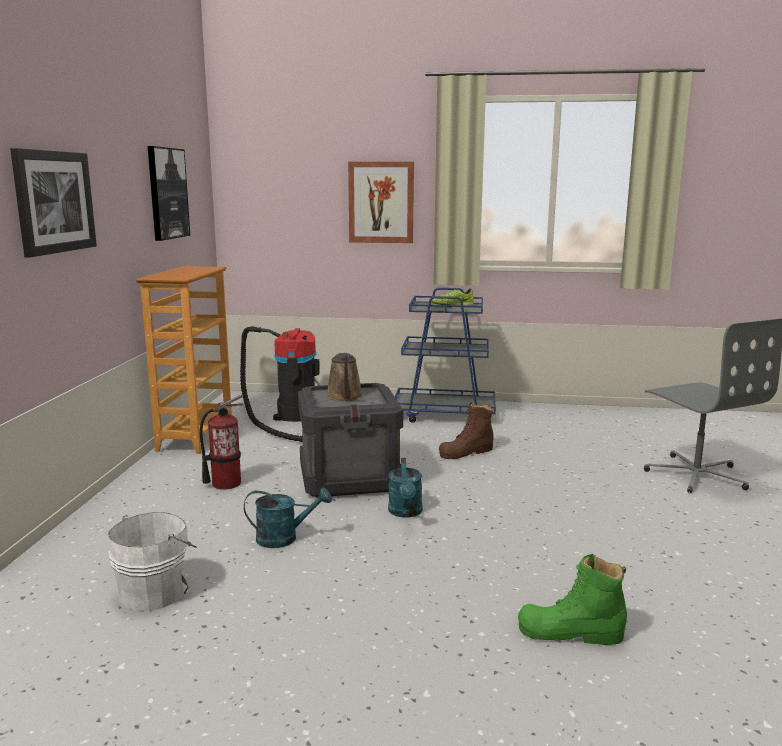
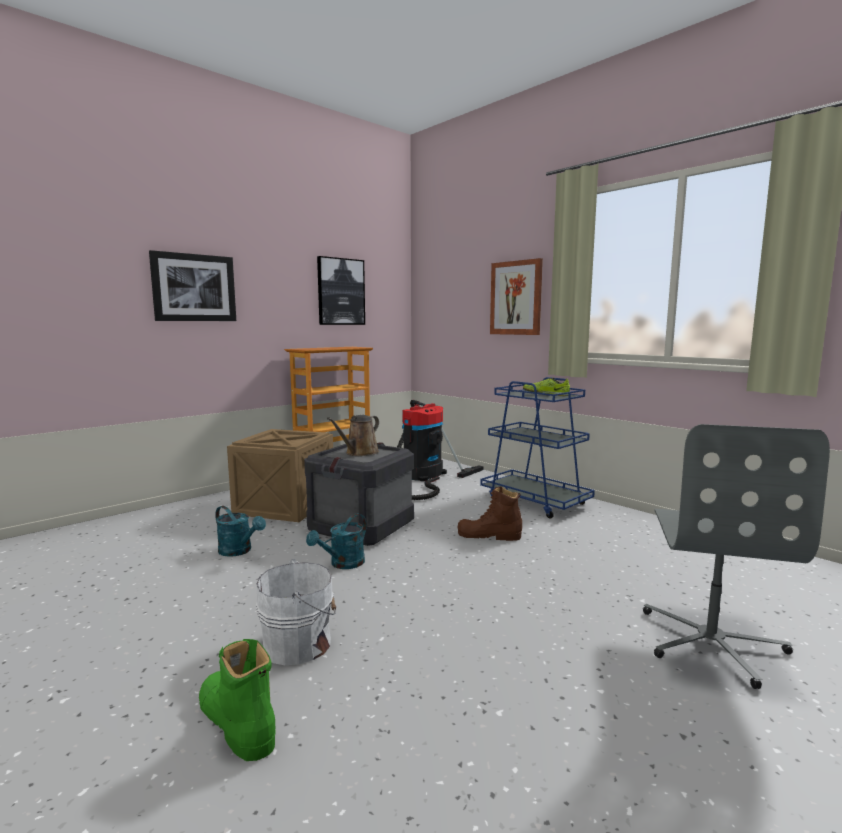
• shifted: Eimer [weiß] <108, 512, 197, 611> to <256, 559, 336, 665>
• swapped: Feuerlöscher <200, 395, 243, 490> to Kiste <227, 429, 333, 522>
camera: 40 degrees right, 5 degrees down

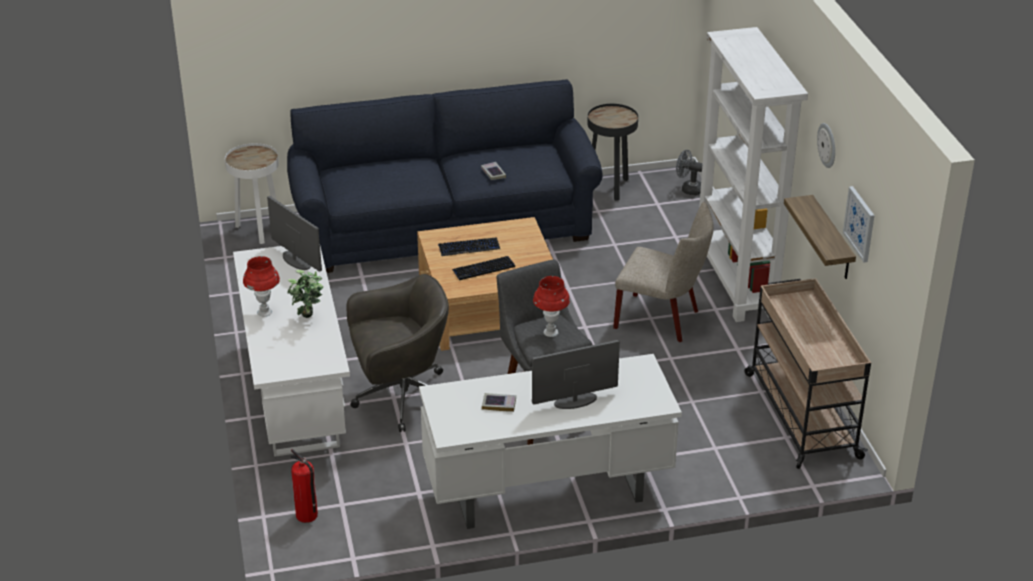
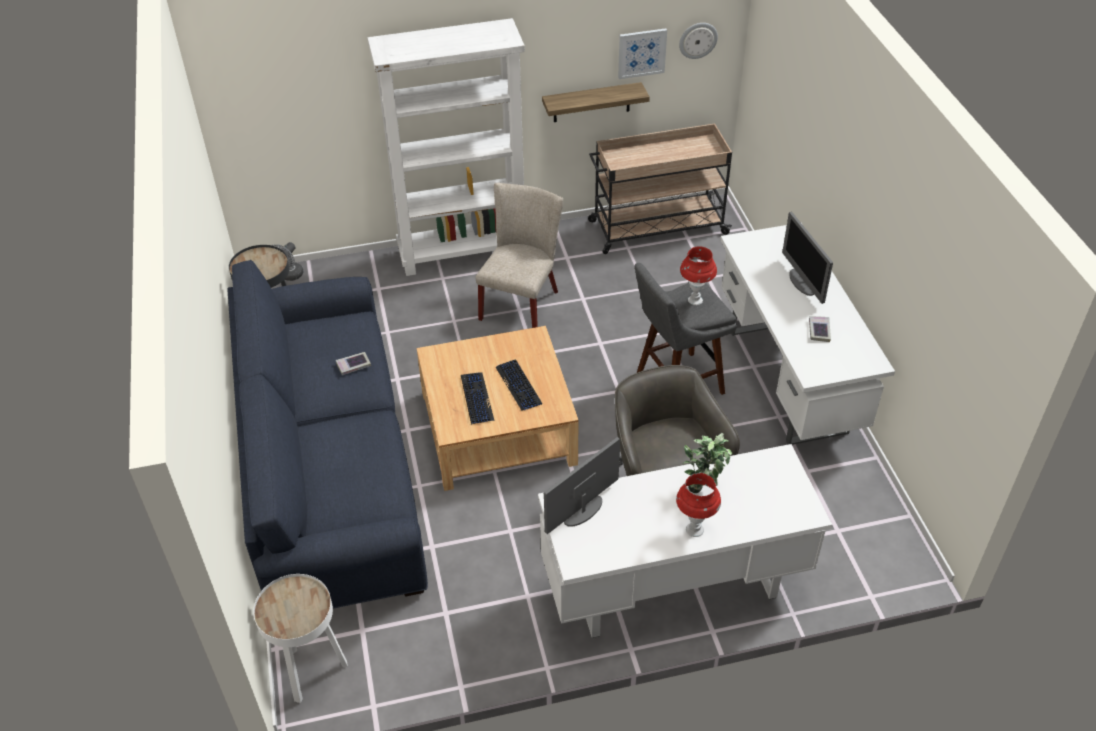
• gone: Feuerlöscher <291, 449, 318, 523>
• shifted: Wanduhr <817, 123, 835, 168> to <679, 23, 718, 59>
camera: 90 degrees left, 10 degrees up

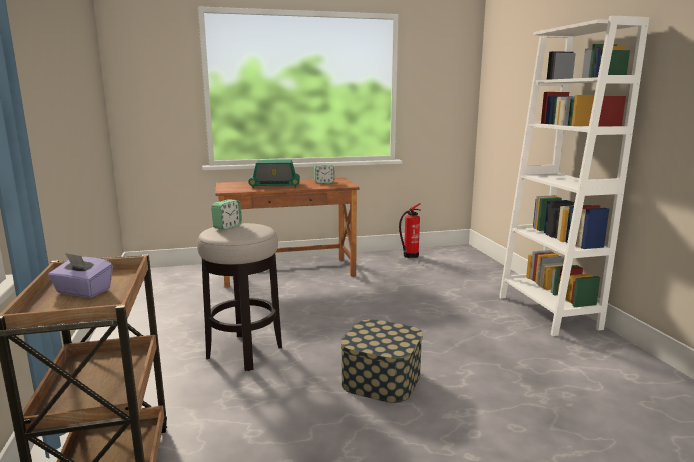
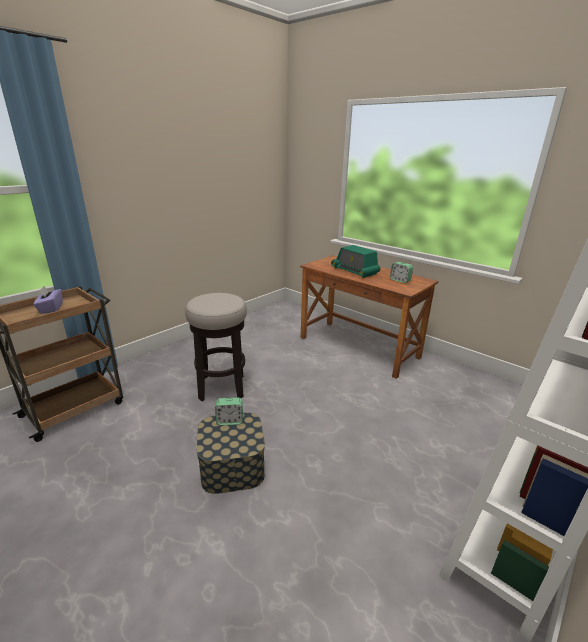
• gone: Feuerlöscher <399, 203, 421, 258>
• shifted: Wecker <211, 199, 242, 230> to <215, 398, 243, 425>
camera: 55 degrees right, 10 degrees up

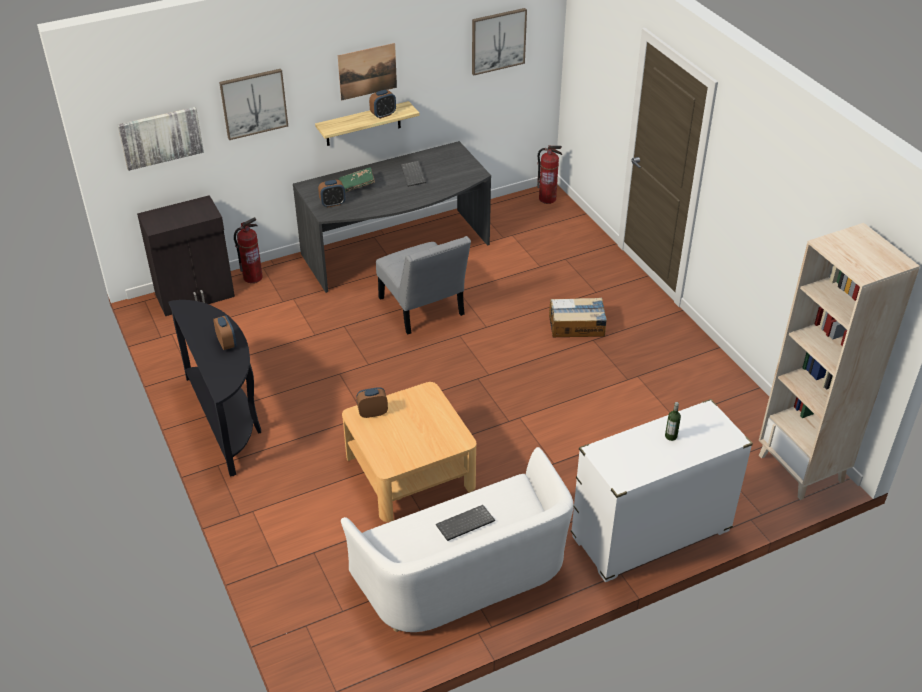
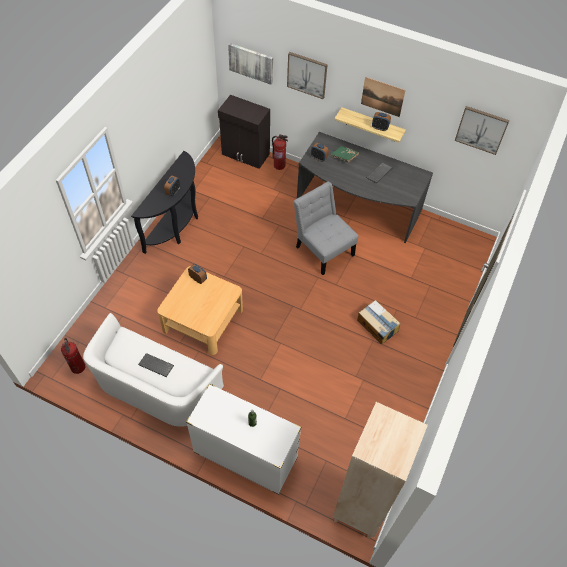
• shifted: Feuerlöscher <537, 145, 562, 204> to <61, 338, 85, 374>
• rotated: Stuhl [grau] <376, 236, 471, 334> = <294, 182, 358, 275> 120 degrees clockwise
camera: 50 degrees right, 15 degrees up

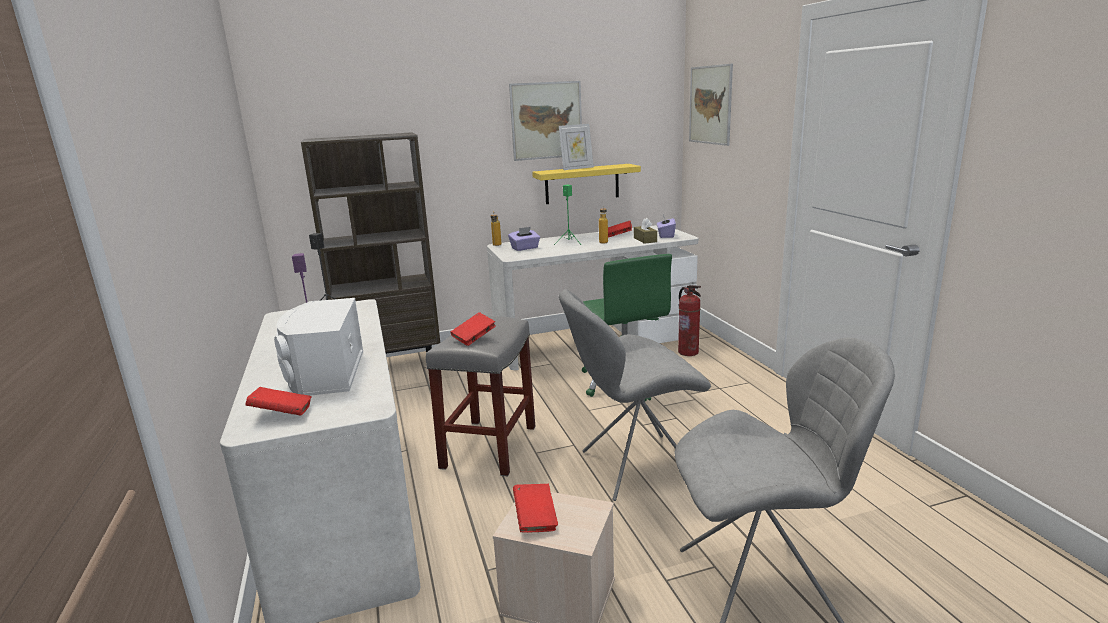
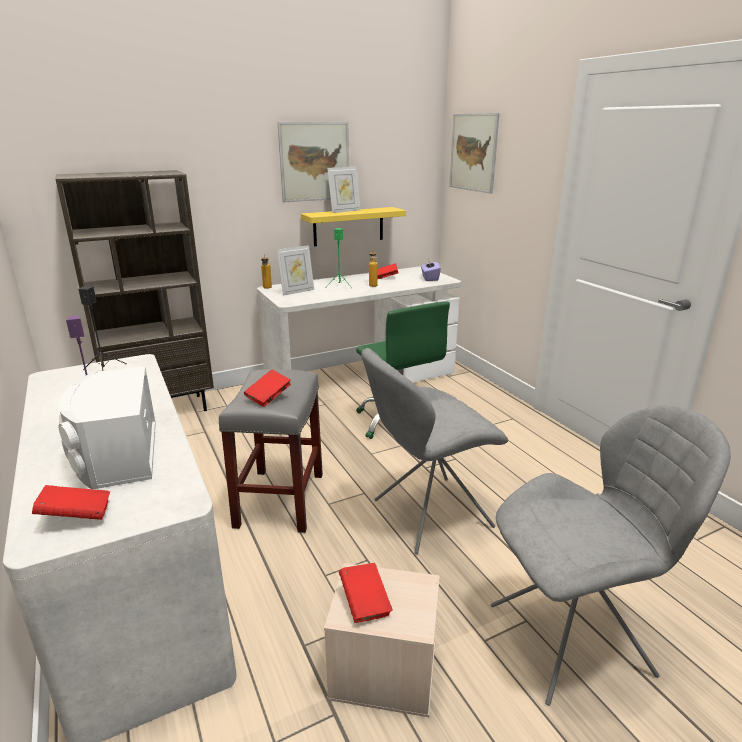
• gone: Taschentuchbox [braun] <634, 218, 657, 244>
• gone: Feuerlöscher <678, 285, 701, 356>
• swapped: Taschentuchbox [lila] <508, 227, 540, 251> to Bilderrahmen <277, 245, 314, 296>
camera: 10 degrees left, 5 degrees up

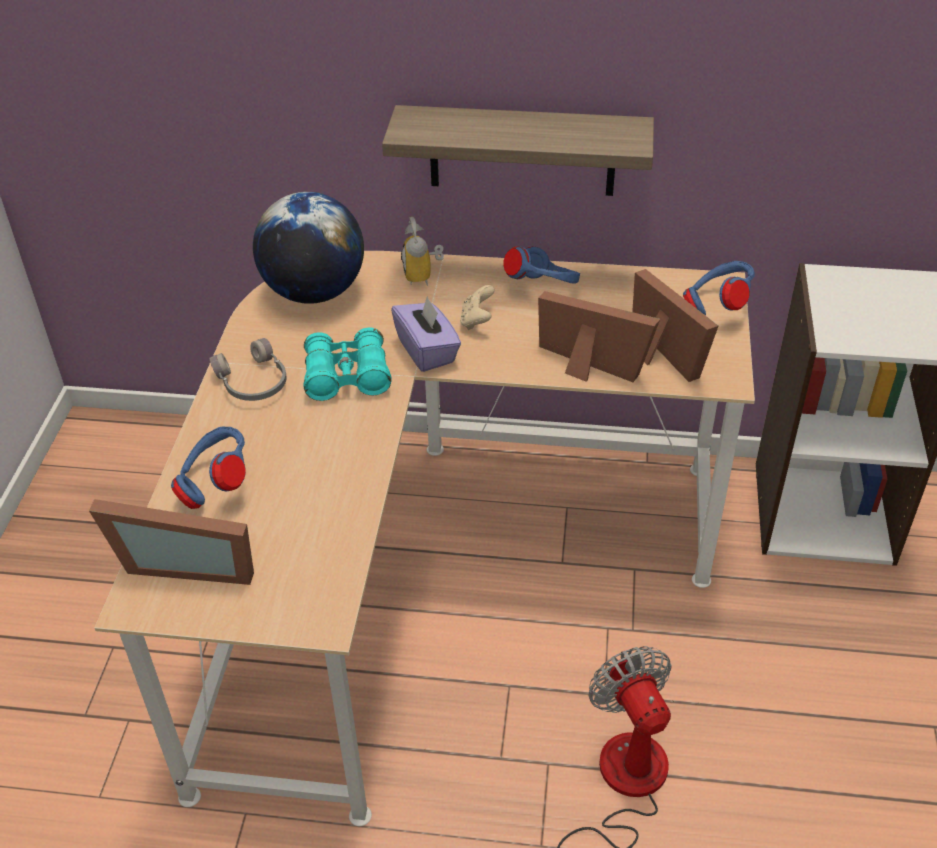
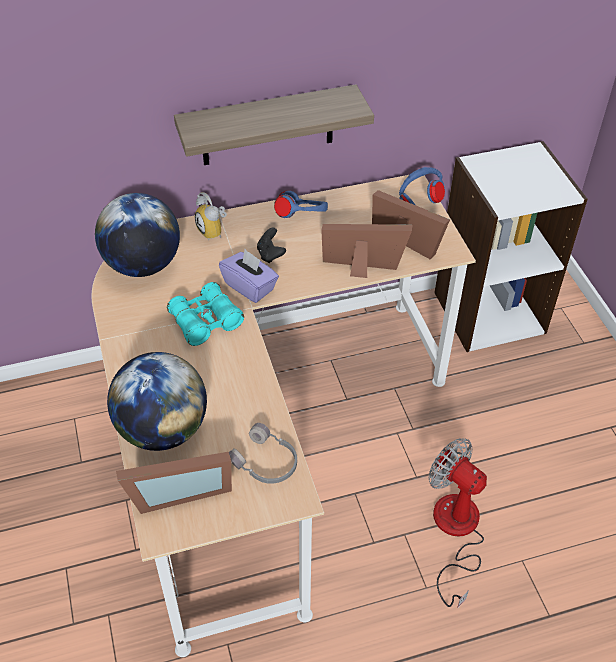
• shifted: Kopfhörer [grau] <209, 338, 287, 401> to <229, 423, 297, 484>
• swapped: Kopfhörer [blau] <171, 427, 246, 509> to Globus <107, 352, 207, 451>
• repainted: Gamepad [beige] <460, 285, 495, 330> to Gamepad [schwarz] <257, 228, 286, 263>
camera: 25 degrees left, 5 degrees up

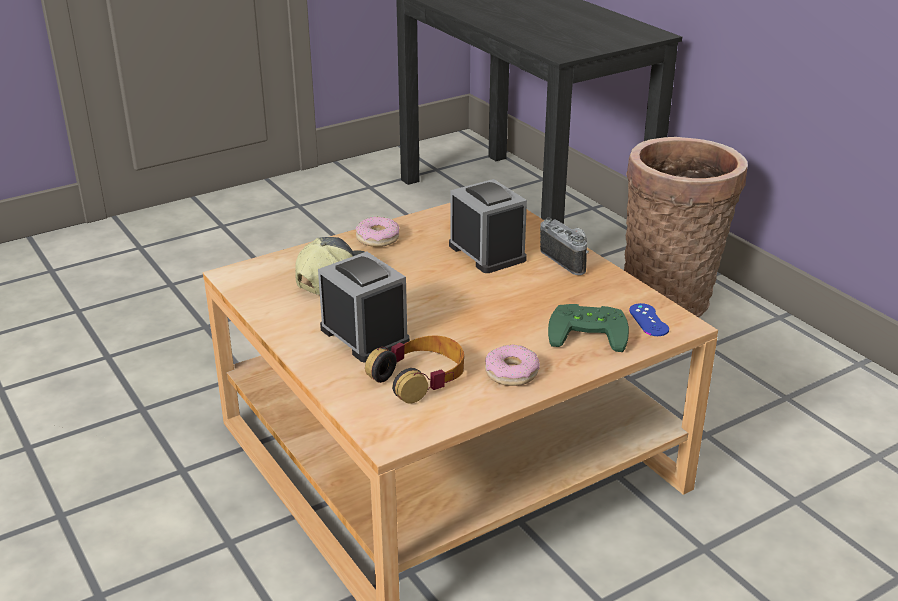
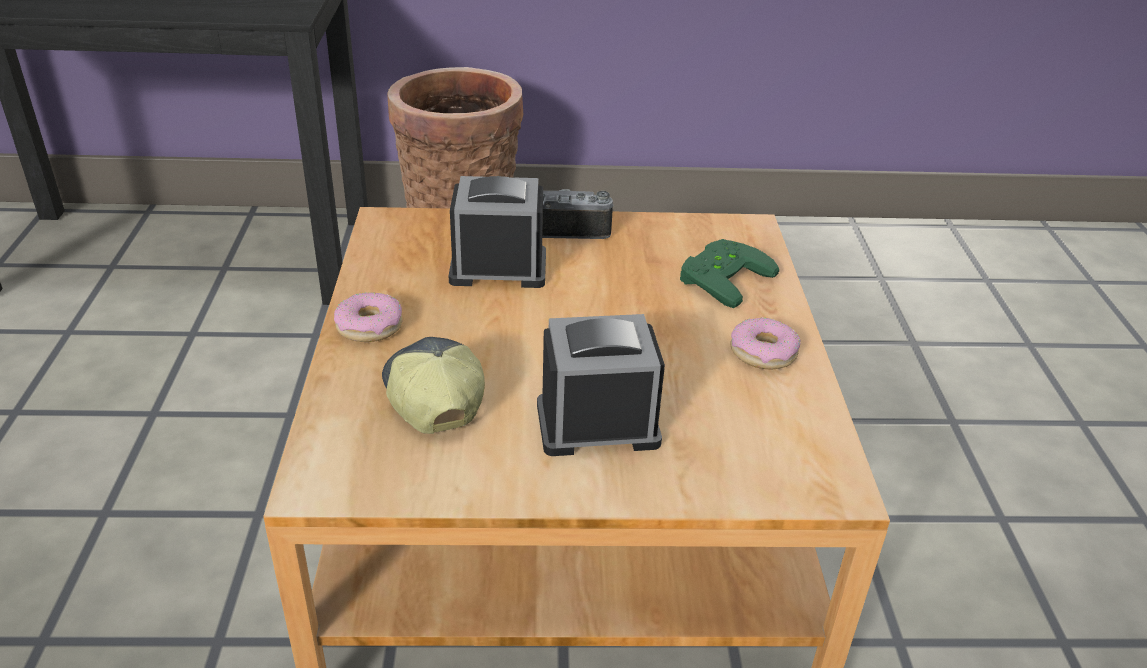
• gone: Kopfhörer <365, 335, 464, 403>
• gone: Gamepad [blau] <629, 303, 669, 336>
camera: 60 degrees left, 5 degrees up

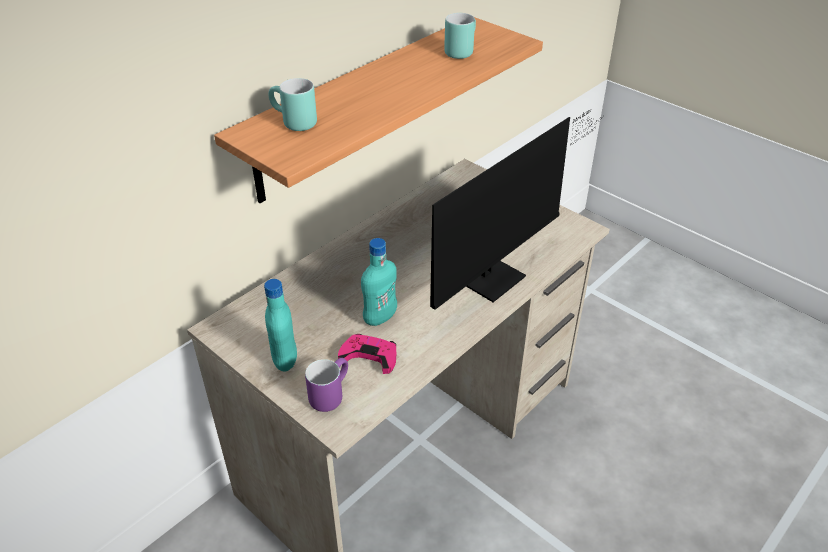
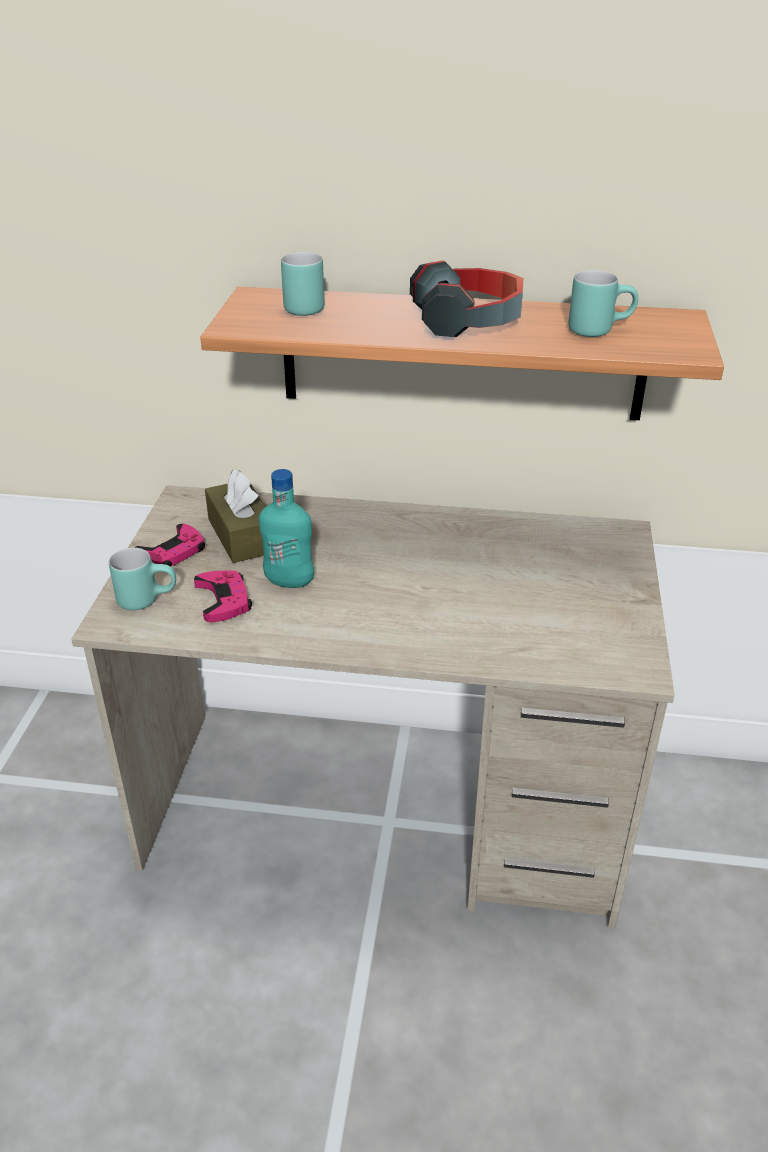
• gone: Monitor <430, 109, 602, 310>
• new: Taschentuchbox [braun] <205, 469, 266, 563>
• new: Kopfhörer <410, 260, 524, 337>
• swapped: Flasche [türkis] <264, 279, 297, 372> to Gamepad [rosa] <134, 523, 205, 567>
• repainted: Henkelbecher [lila] <305, 358, 348, 412> to Henkelbecher [türkis] <109, 548, 176, 610>
camera: 55 degrees right, 5 degrees down

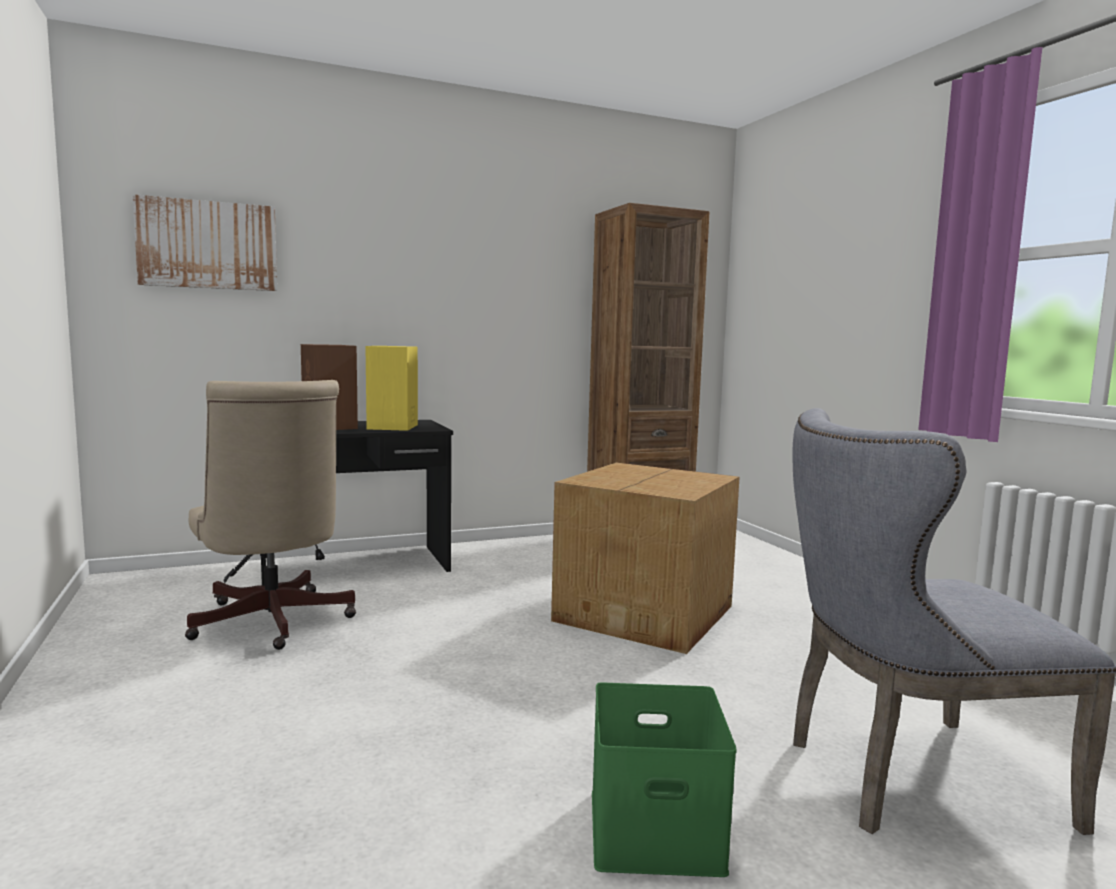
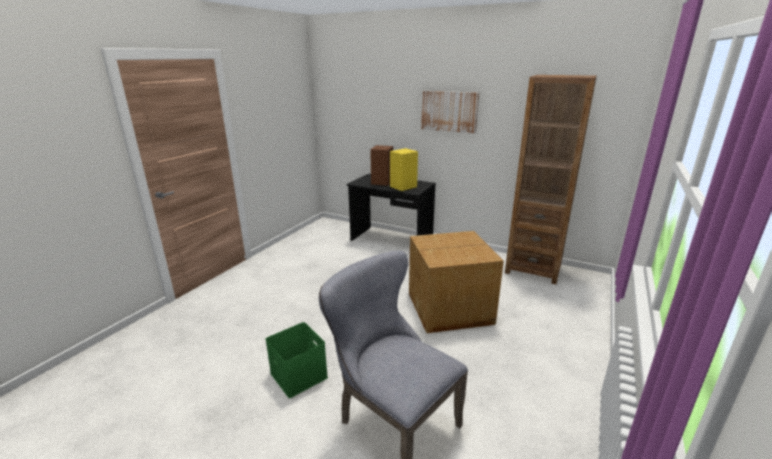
• gone: Bürostuhl [beige] <185, 380, 356, 650>
• shifted: Bild <133, 194, 277, 291> to <421, 91, 479, 133>
camera: 50 degrees right, 15 degrees up

